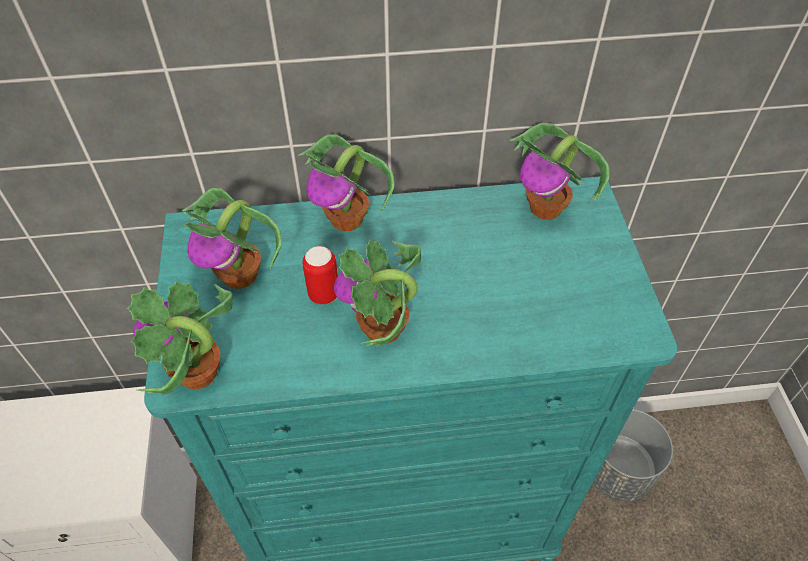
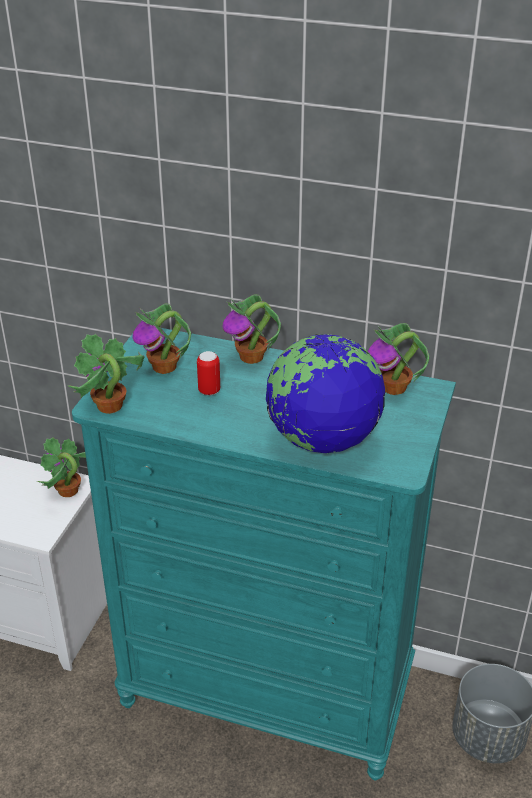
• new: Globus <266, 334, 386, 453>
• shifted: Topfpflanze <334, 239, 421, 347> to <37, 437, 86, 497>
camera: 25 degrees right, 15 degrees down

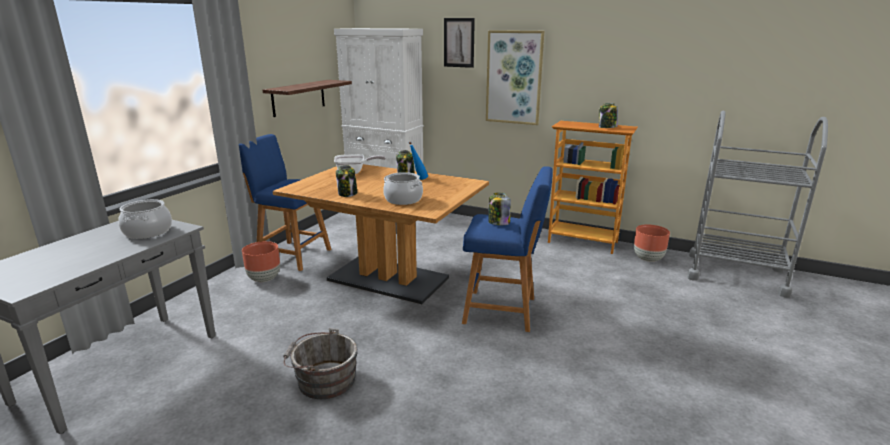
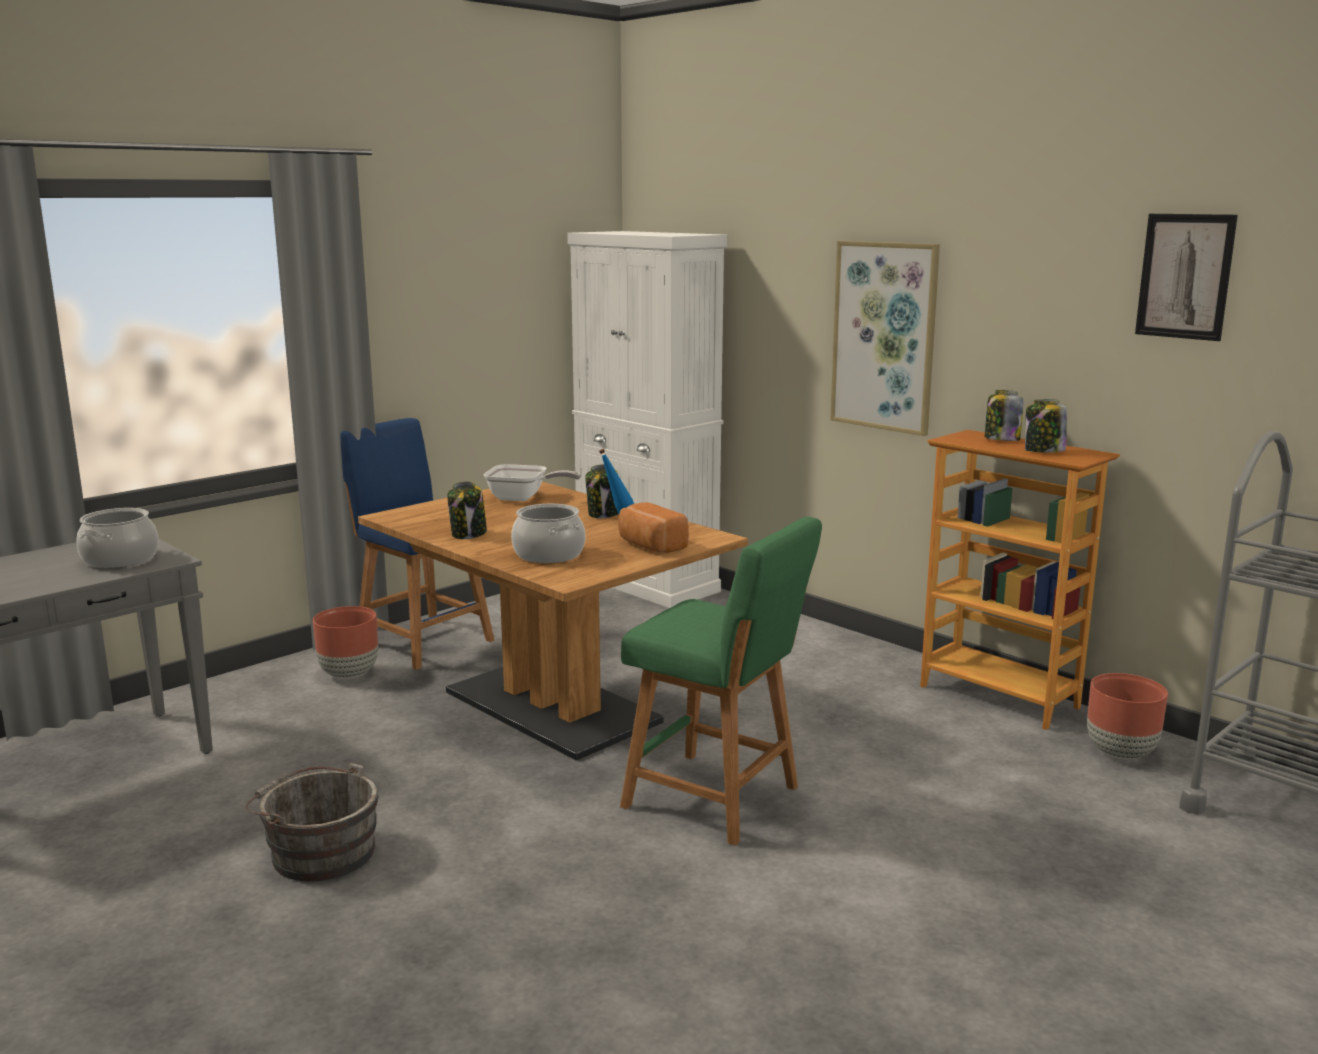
• gone: Wandregal <263, 80, 352, 117>
• new: Brot <618, 502, 689, 553>
• shifted: Bild <444, 18, 475, 68> to <1135, 214, 1238, 341>
• shifted: Vorratsglas <488, 193, 511, 225> to <985, 390, 1024, 441>
• repainted: Hocker [blau] <462, 166, 552, 332> to Hocker [grün] <620, 517, 822, 846>
camera: 20 degrees right, 5 degrees down

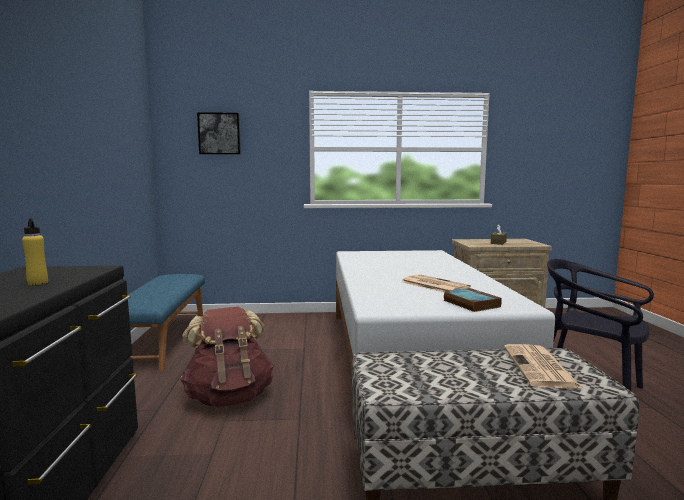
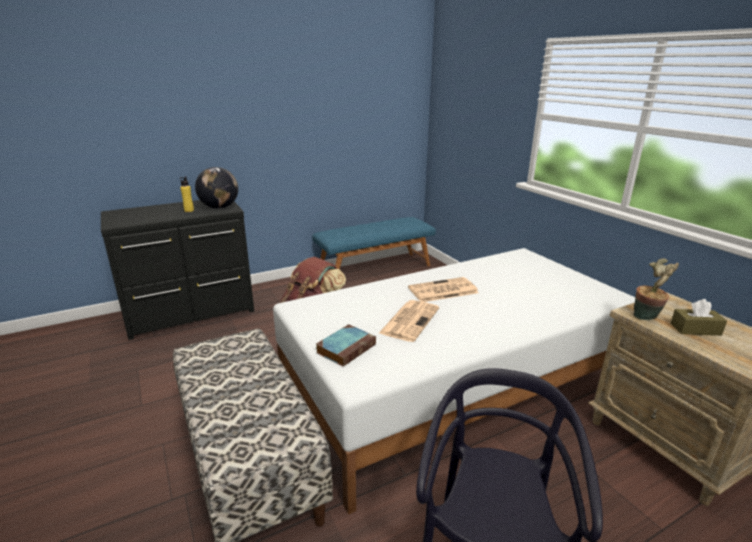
• gone: Bild <197, 112, 241, 155>
• new: Globus <195, 167, 238, 209>
• new: Topfpflanze <633, 259, 679, 320>
• shifted: Zeitung <504, 344, 583, 389> to <408, 277, 479, 302>
camera: 65 degrees right, 15 degrees up

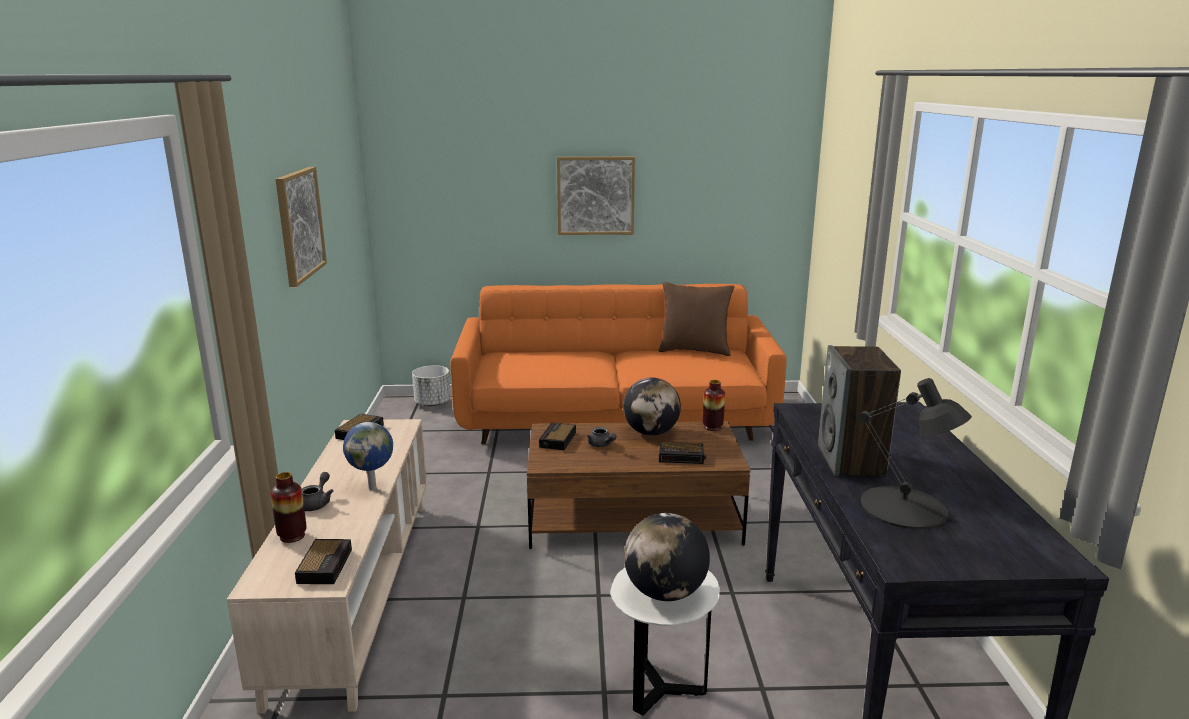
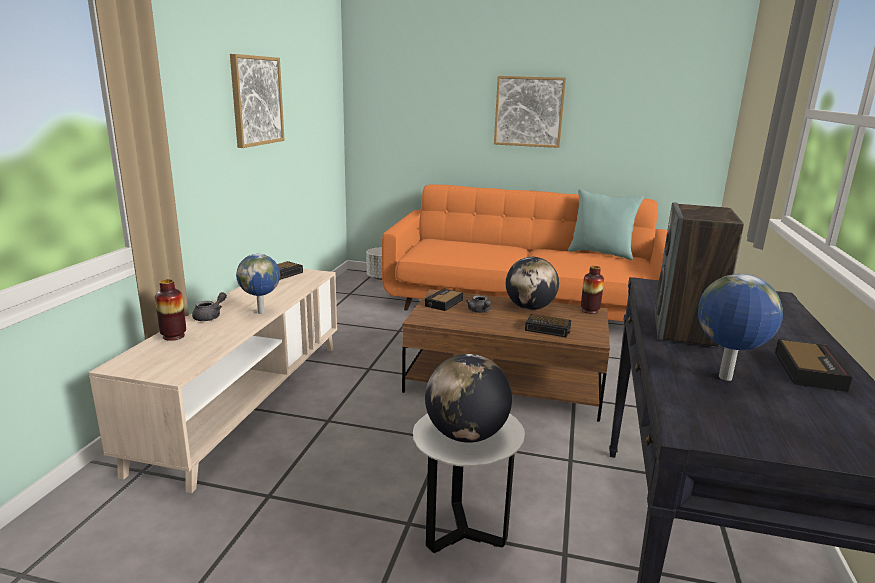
• shifted: Wecker <295, 539, 352, 584> to <775, 339, 852, 392>
• swapped: Tischlampe [schwarz] <858, 378, 972, 529> to Globus <698, 274, 783, 381>
• repainted: Kissen [braun] <658, 282, 734, 356> to Kissen [türkis] <568, 189, 644, 260>
camera: 15 degrees right, 0 degrees up

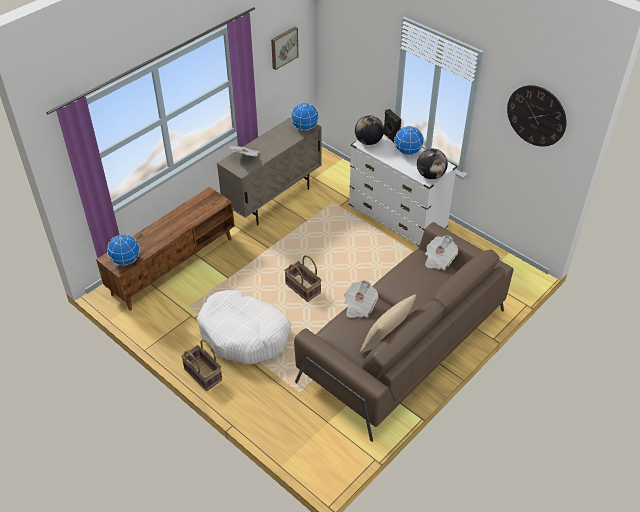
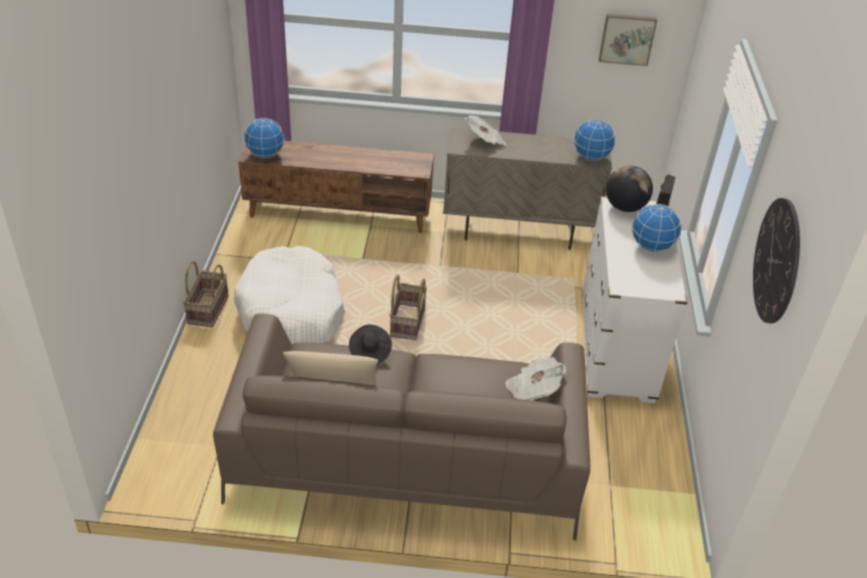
• gone: Globus <417, 149, 448, 179>
• swapped: Zeitung <344, 280, 378, 318> to Hut [schwarz] <349, 324, 392, 365>
camera: 50 degrees right, 5 degrees down

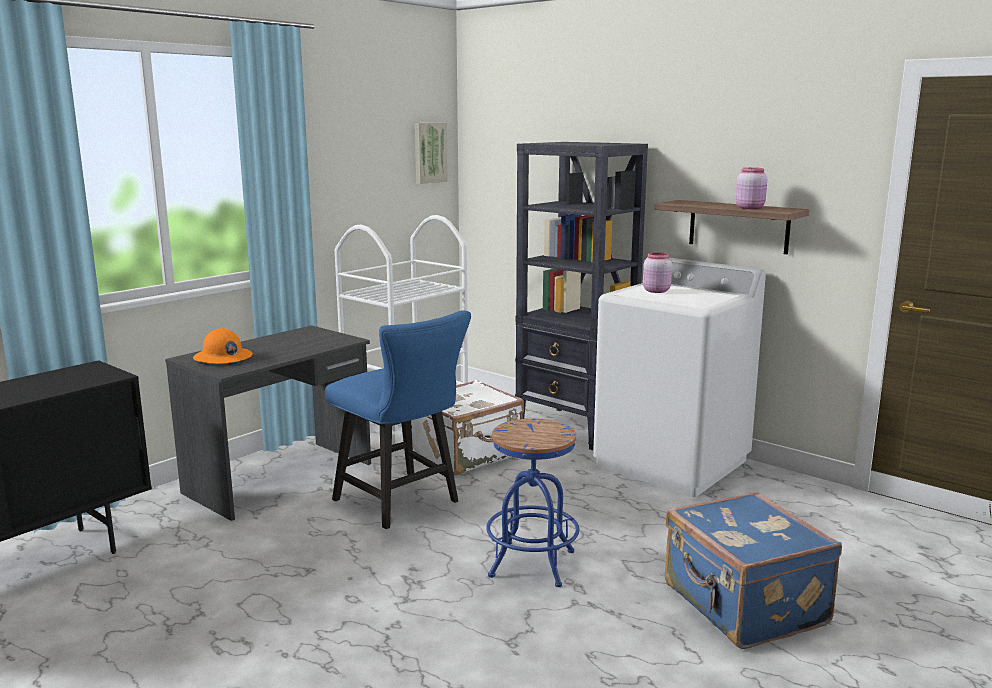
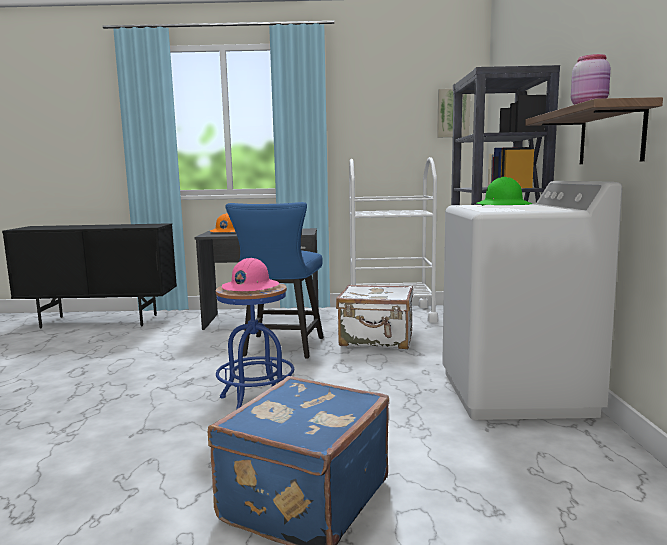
• new: Schutzhelm [rosa] <222, 258, 279, 291>
• swapped: Vorratsglas [rosa] <643, 252, 672, 293> to Schutzhelm [grün] <476, 177, 532, 206>
camera: 50 degrees right, 5 degrees down

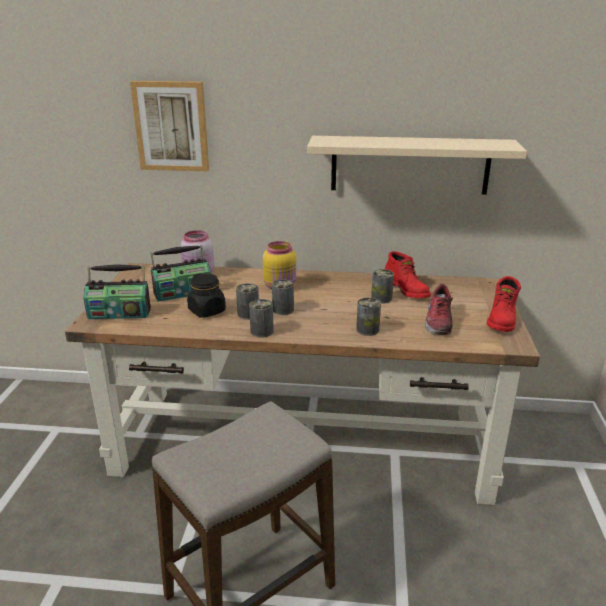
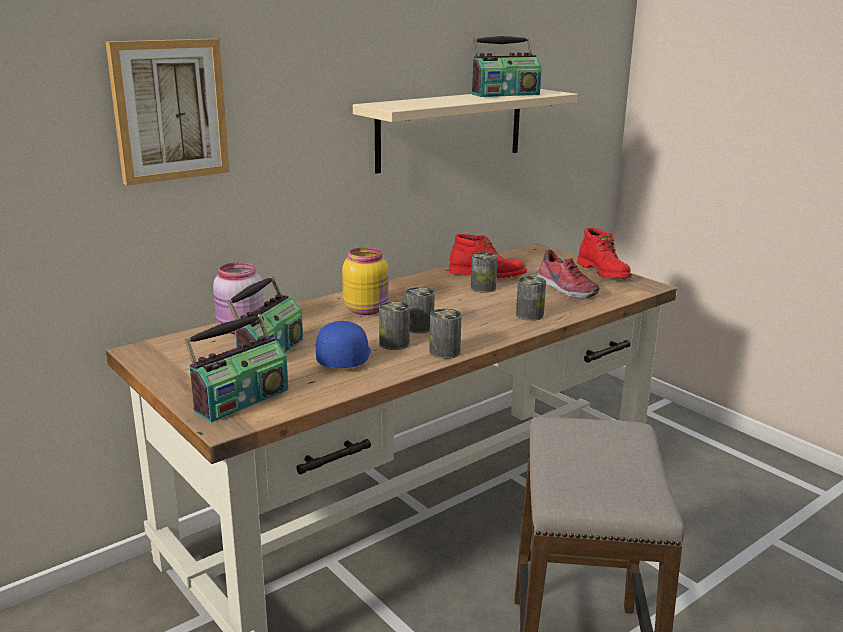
• new: Radio <472, 36, 542, 97>
• swapped: Vorratsglas [schwarz] <187, 273, 226, 318> to Kappe [blau] <316, 321, 371, 368>
camera: 45 degrees left, 5 degrees down

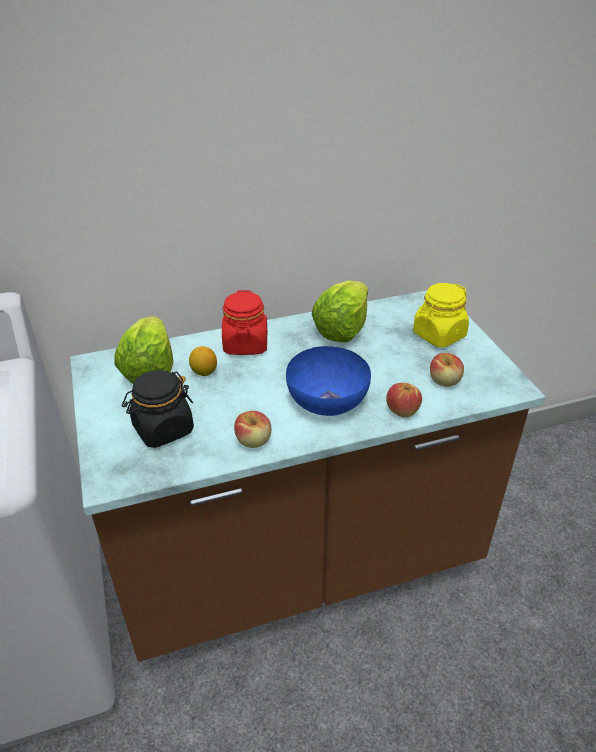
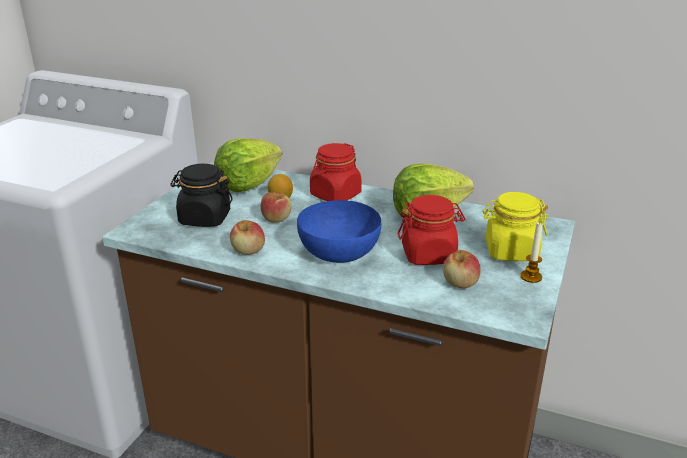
• new: Vorratsglas [rot] <398, 195, 465, 265>
• new: Kerze <520, 222, 543, 283>
• shifted: Apfel <386, 383, 422, 417> to <261, 192, 292, 223>
camera: 40 degrees right, 10 degrees down

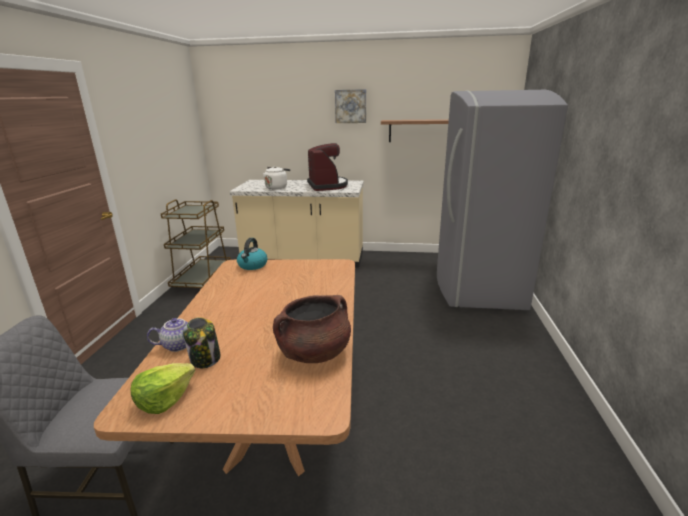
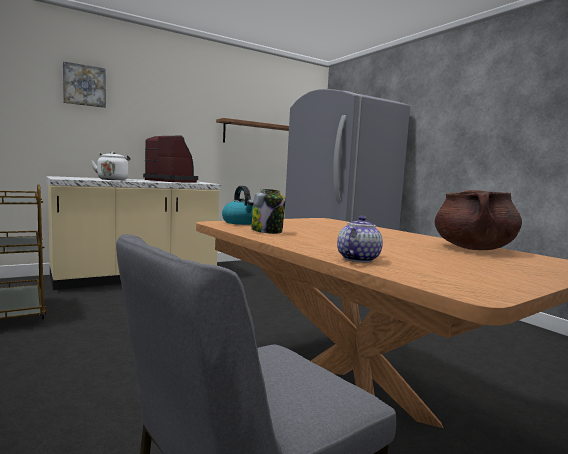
• gone: Salatkopf <131, 363, 195, 414>
• shifted: Vorratsglas <183, 317, 221, 368> to <251, 189, 285, 234>
• shifted: Bild <335, 89, 366, 123> to <63, 61, 106, 108>
camera: 40 degrees left, 15 degrees down

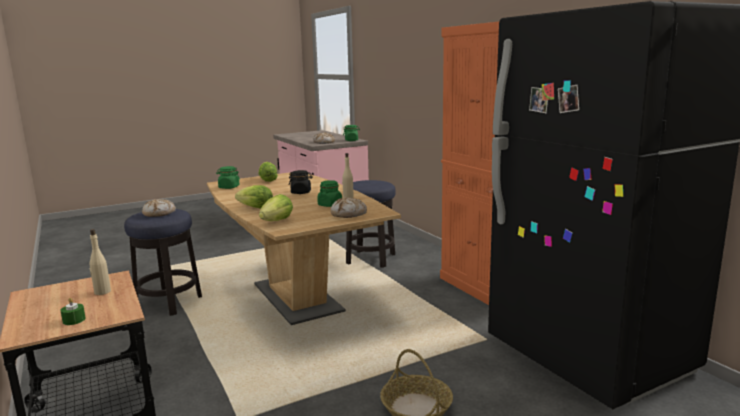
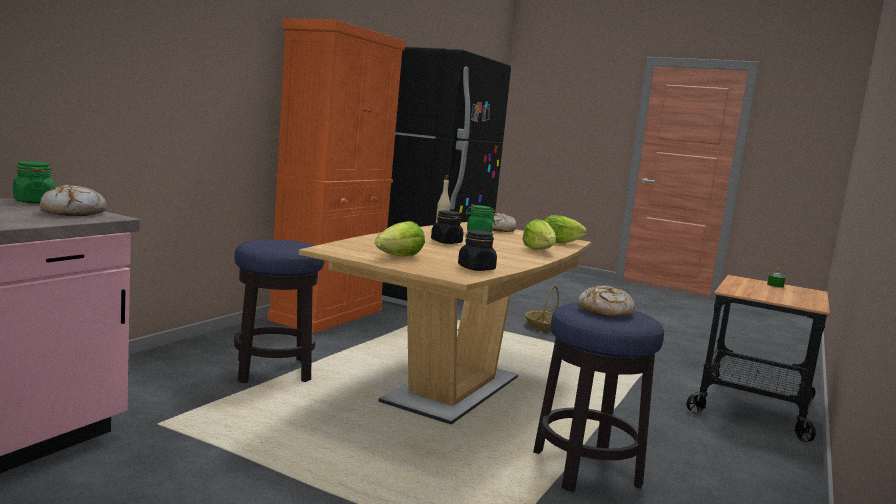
• gone: Flasche [beige] <89, 229, 111, 295>
• repainted: Vorratsglas [grün] <216, 166, 240, 189> to Vorratsglas [schwarz] <458, 230, 497, 271>
camera: 125 degrees left, 5 degrees down

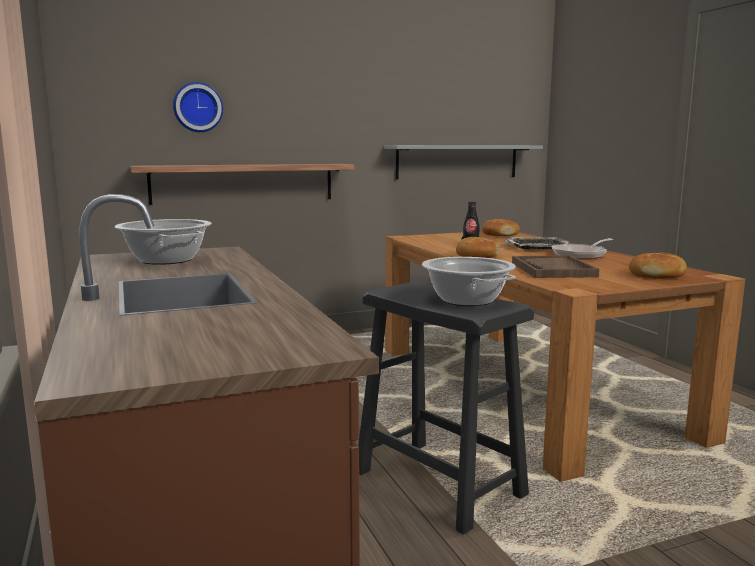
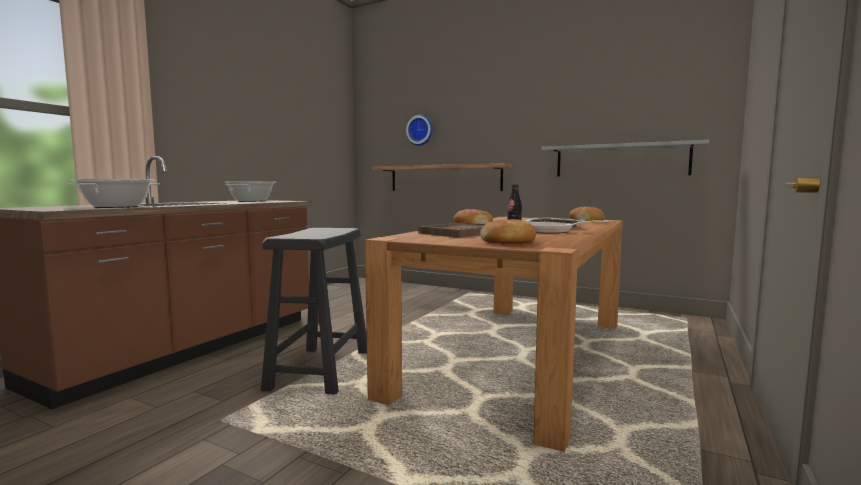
• shifted: Kochtopf <422, 257, 516, 306> to <63, 179, 160, 208>
camera: 50 degrees right, 5 degrees down

